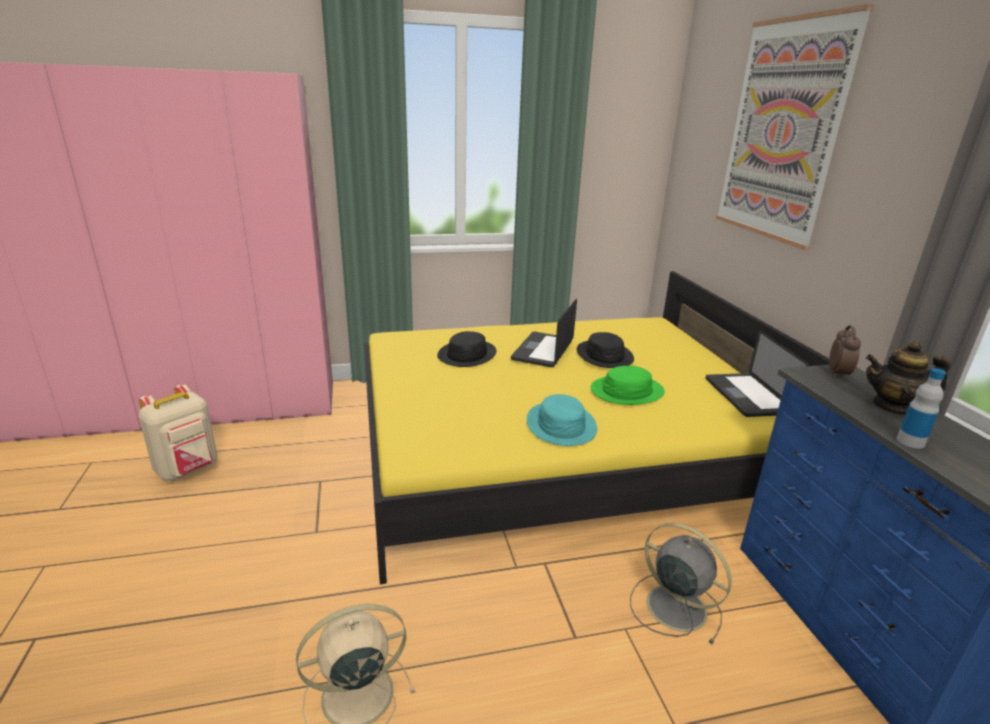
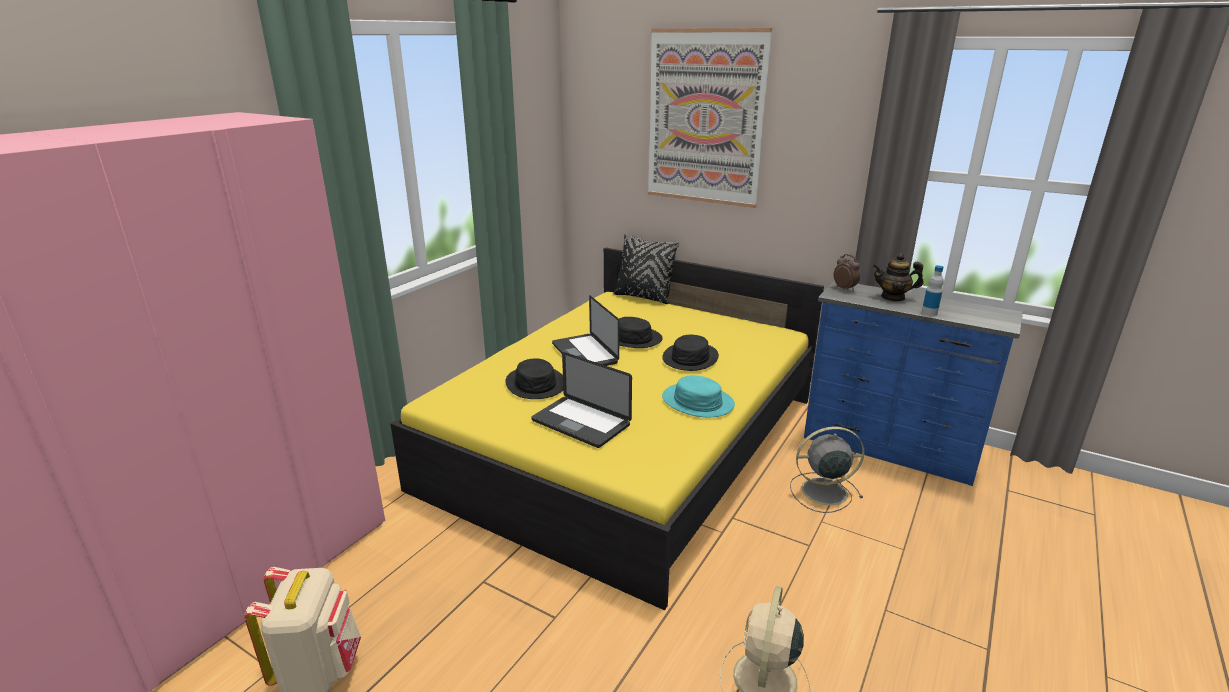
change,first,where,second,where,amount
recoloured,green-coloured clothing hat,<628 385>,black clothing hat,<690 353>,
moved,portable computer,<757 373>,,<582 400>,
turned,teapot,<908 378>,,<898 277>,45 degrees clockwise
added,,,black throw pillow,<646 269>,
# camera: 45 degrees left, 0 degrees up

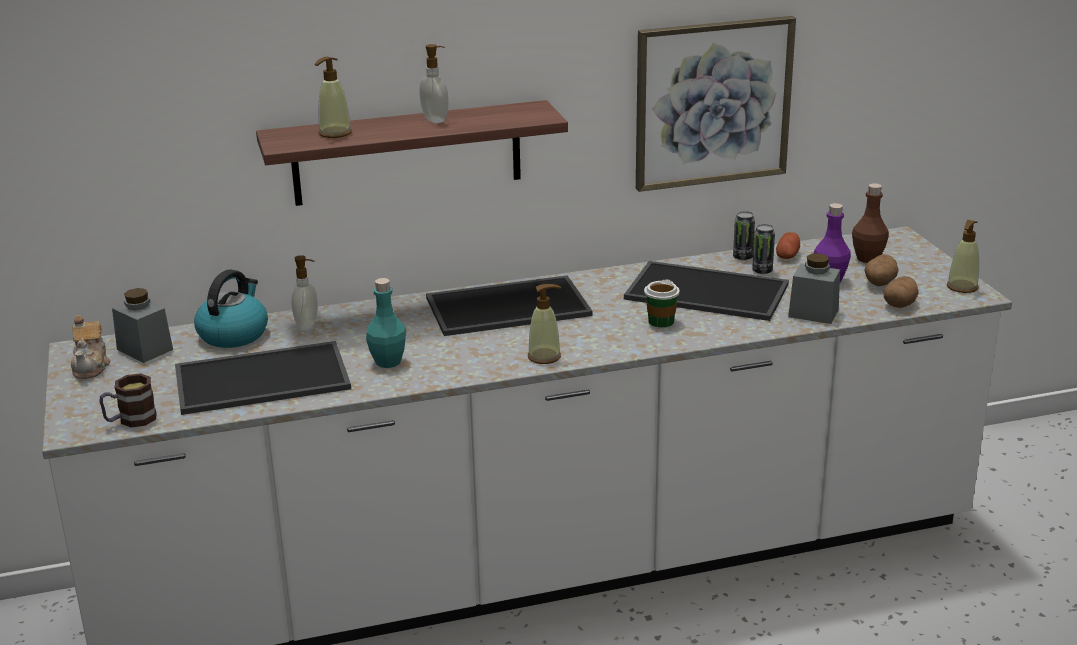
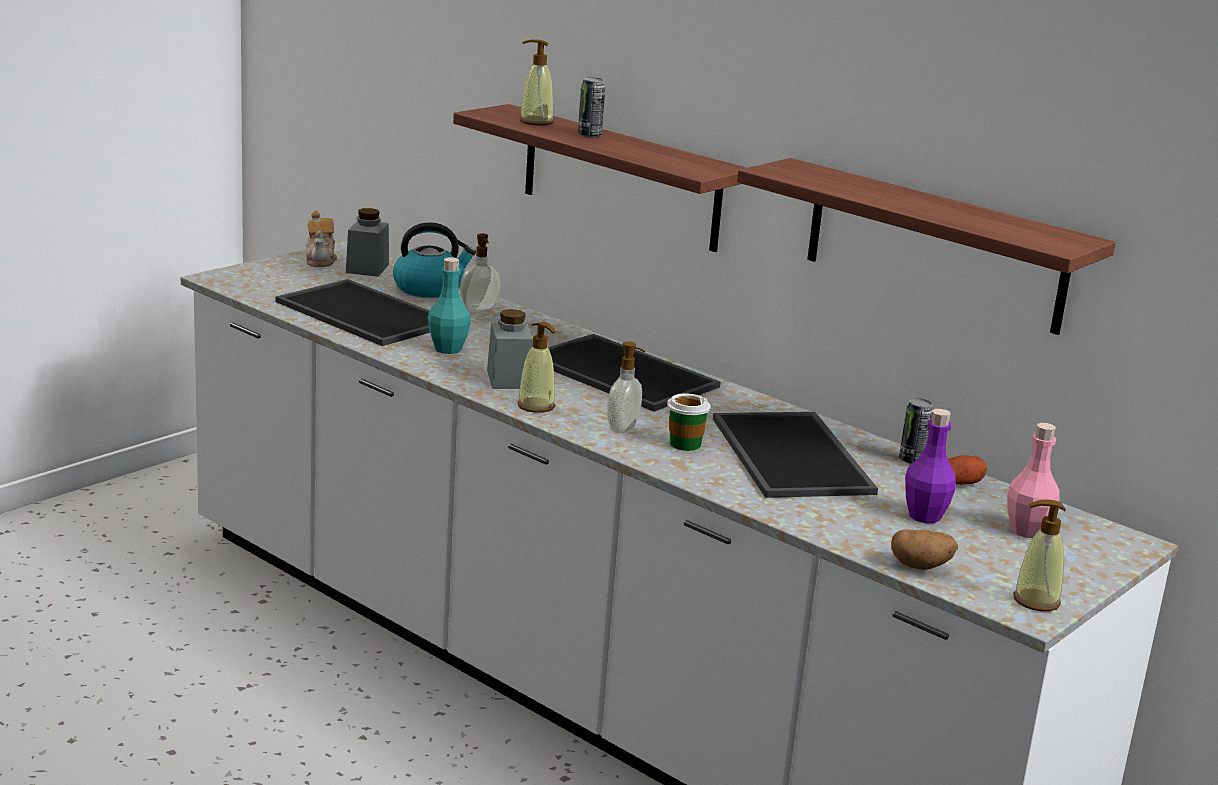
change,first,where,second,where,amount
turned,teapot,<90 347>,,<321 238>,60 degrees counterclockwise
removed,coffee mug,<128 400>,,,
moved,soap dispenser,<434 83>,,<626 387>,
replaced,picture,<716 104>,wall shelf,<926 246>,
moved,can,<763 249>,,<591 107>,
moved,grey preserve jar,<814 288>,,<510 349>,
recoloured,brown bottle,<870 223>,pink-coloured bottle,<1033 480>,
removed,whole potato,<881 270>,,,
# camera: 55 degrees right, 5 degrees down

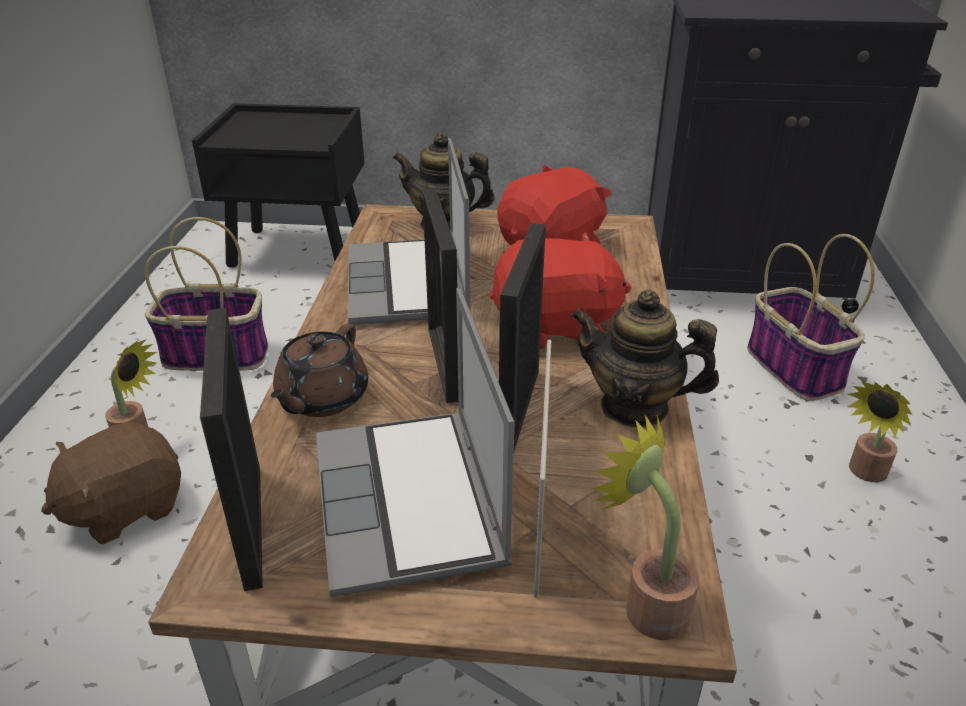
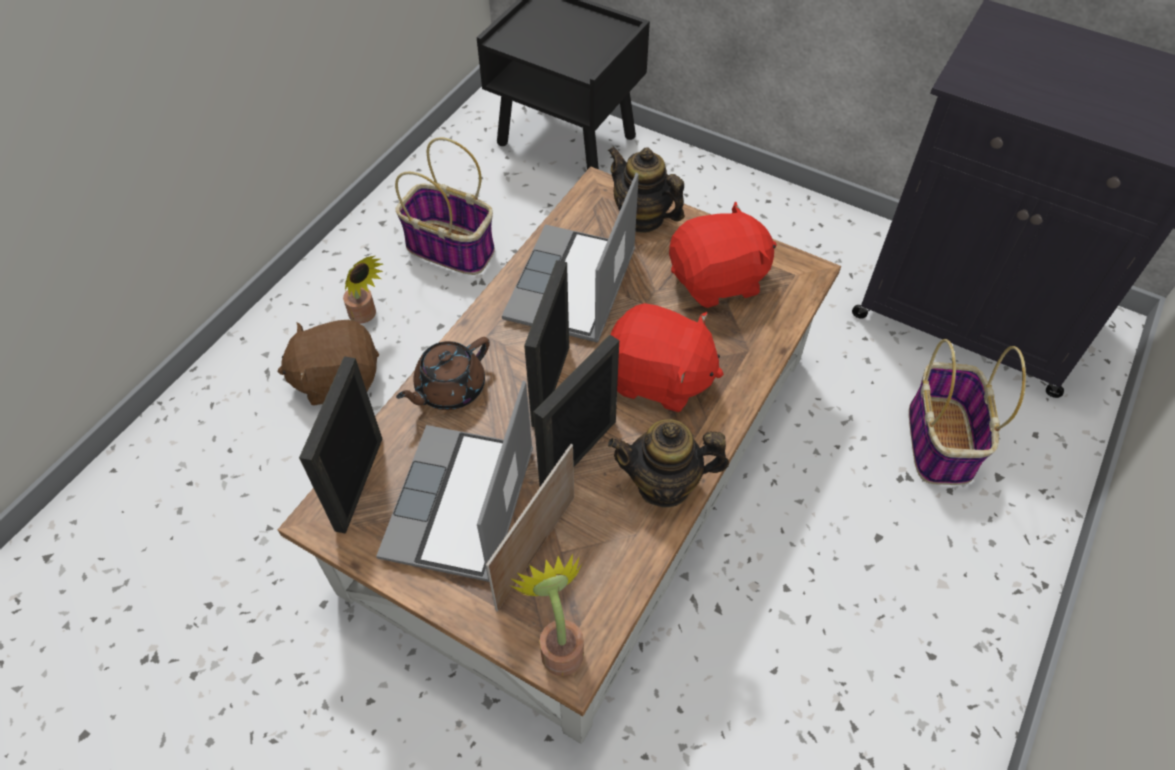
change,first,where,second,where,amount
turned,teapot,<645 359>,,<668 463>,45 degrees counterclockwise
removed,potted plant,<880 431>,,,
# camera: 25 degrees right, 20 degrees up

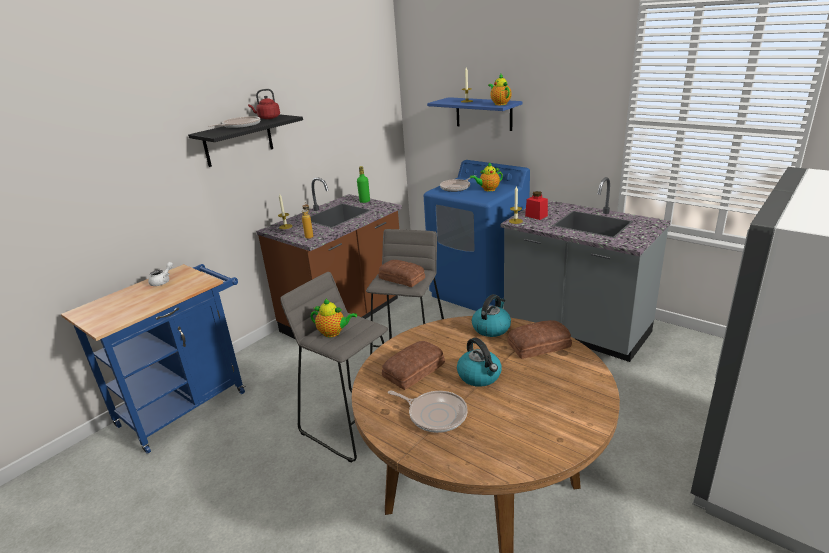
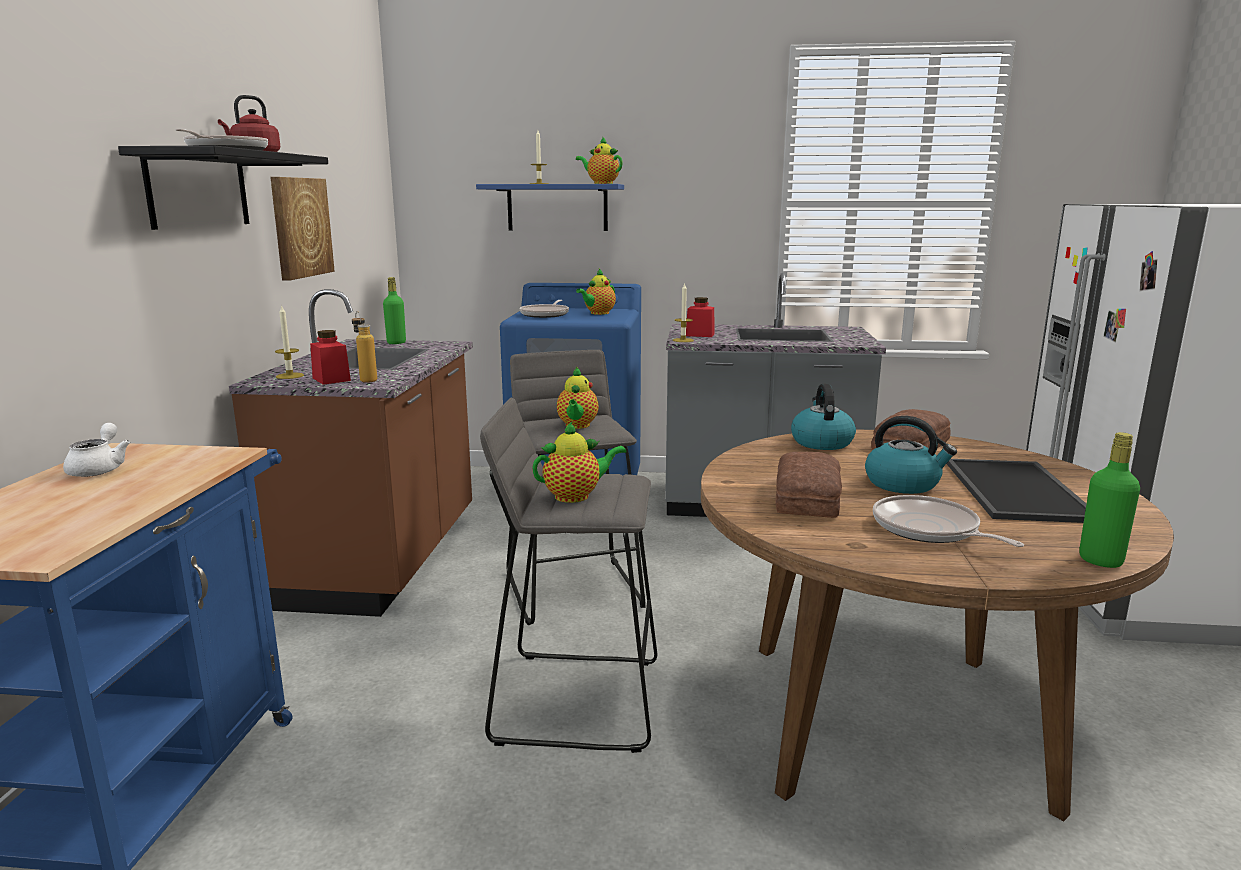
change,first,where,second,where,amount
replaced,bakery bread,<402 273>,teapot,<578 398>,
turned,frying pan,<428 411>,,<948 521>,120 degrees counterclockwise
added,,,picture,<302 229>,
added,,,red preserve jar,<330 357>,
added,,,carrying tray,<1017 491>,
added,,,green-coloured bottle,<1109 500>,
# camera: 35 degrees left, 10 degrees down

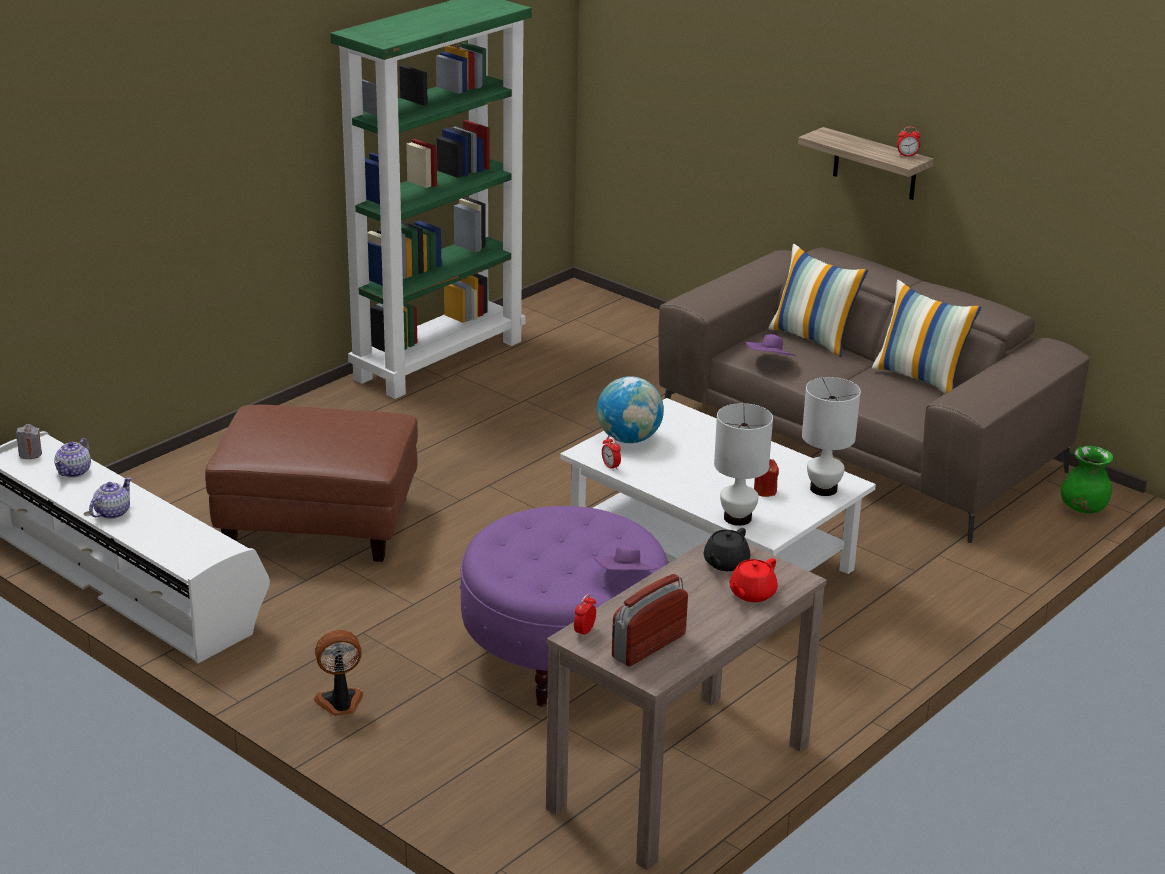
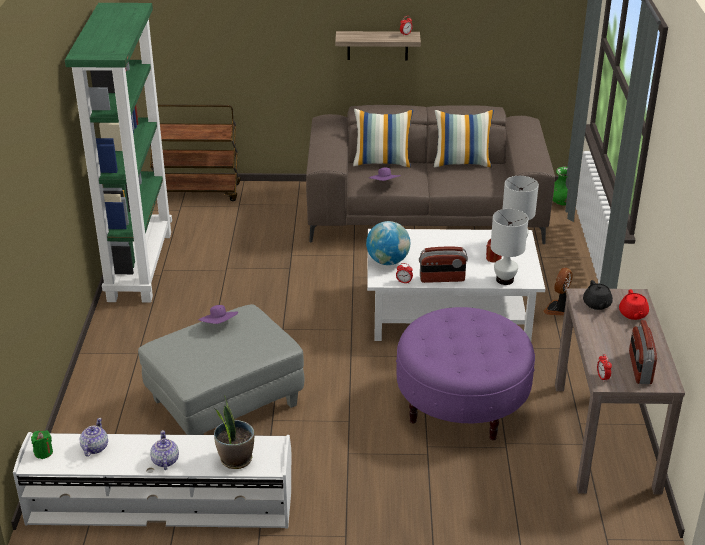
change,first,where,second,where,amount
recoloured,grey candle,<29 441>,green-coloured candle,<42 445>,
turned,teapot,<72 458>,,<94 437>,150 degrees counterclockwise
recoloured,brown ottoman,<311 483>,grey ottoman,<221 369>,
moved,fan,<338 673>,,<558 291>,
moved,purple-coloured clothing hat,<626 557>,,<218 314>,
added,,,brown trolley,<195 152>,
added,,,potted plant,<234 432>,
added,,,radio,<443 265>,
# camera: 40 degrees left, 5 degrees up

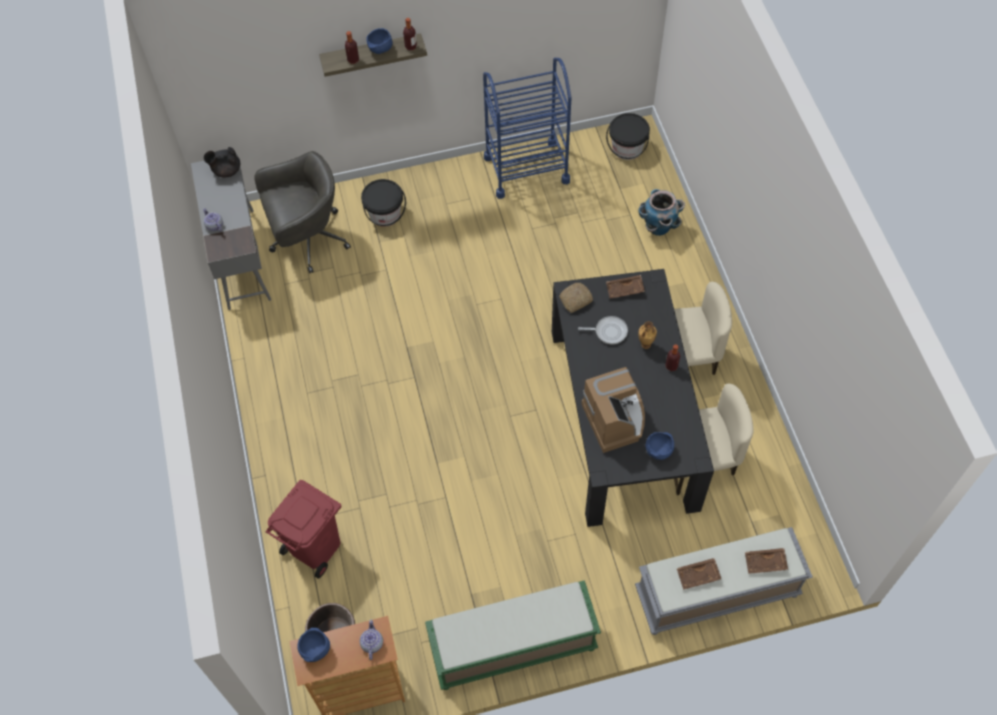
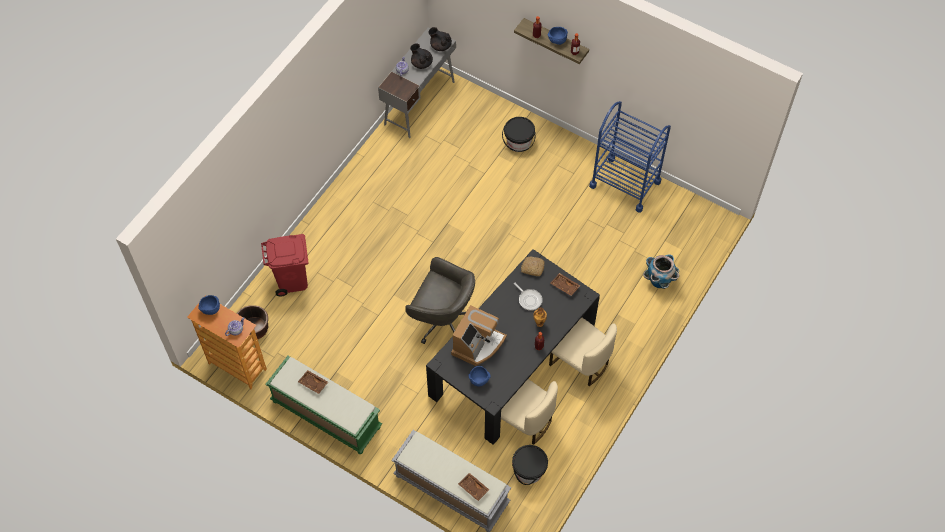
change,first,where,second,where,amount
moved,grey computer chair,<302 212>,,<440 300>,
moved,black bucket,<628 136>,,<530 465>,
moved,brown carrying tray,<699 574>,,<313 382>,
added,,,black teapot,<421 56>,
# camera: 45 degrees right, 0 degrees up

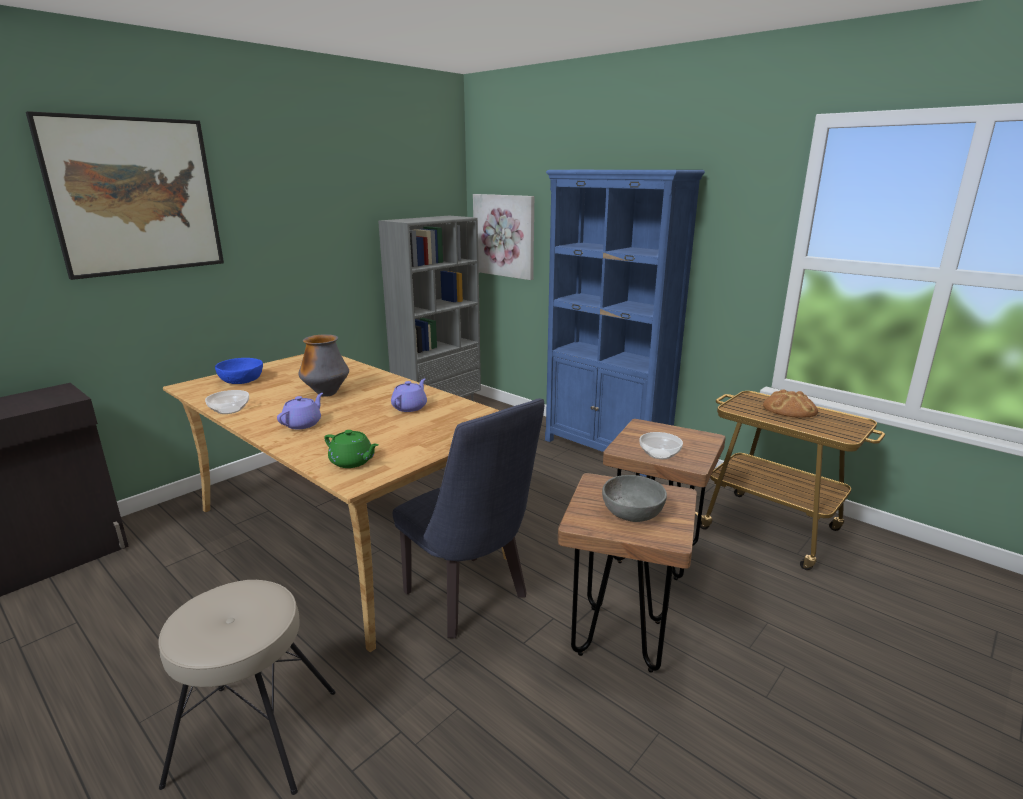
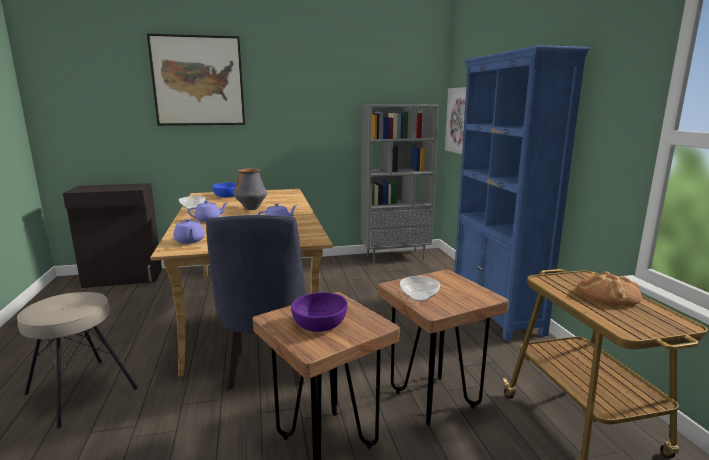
change,first,where,second,where,amount
recoloured,green-coloured teapot,<351 449>,purple-coloured teapot,<189 231>,
recoloured,grey bowl,<634 498>,purple-coloured bowl,<319 312>,
# camera: 35 degrees right, 5 degrees down

